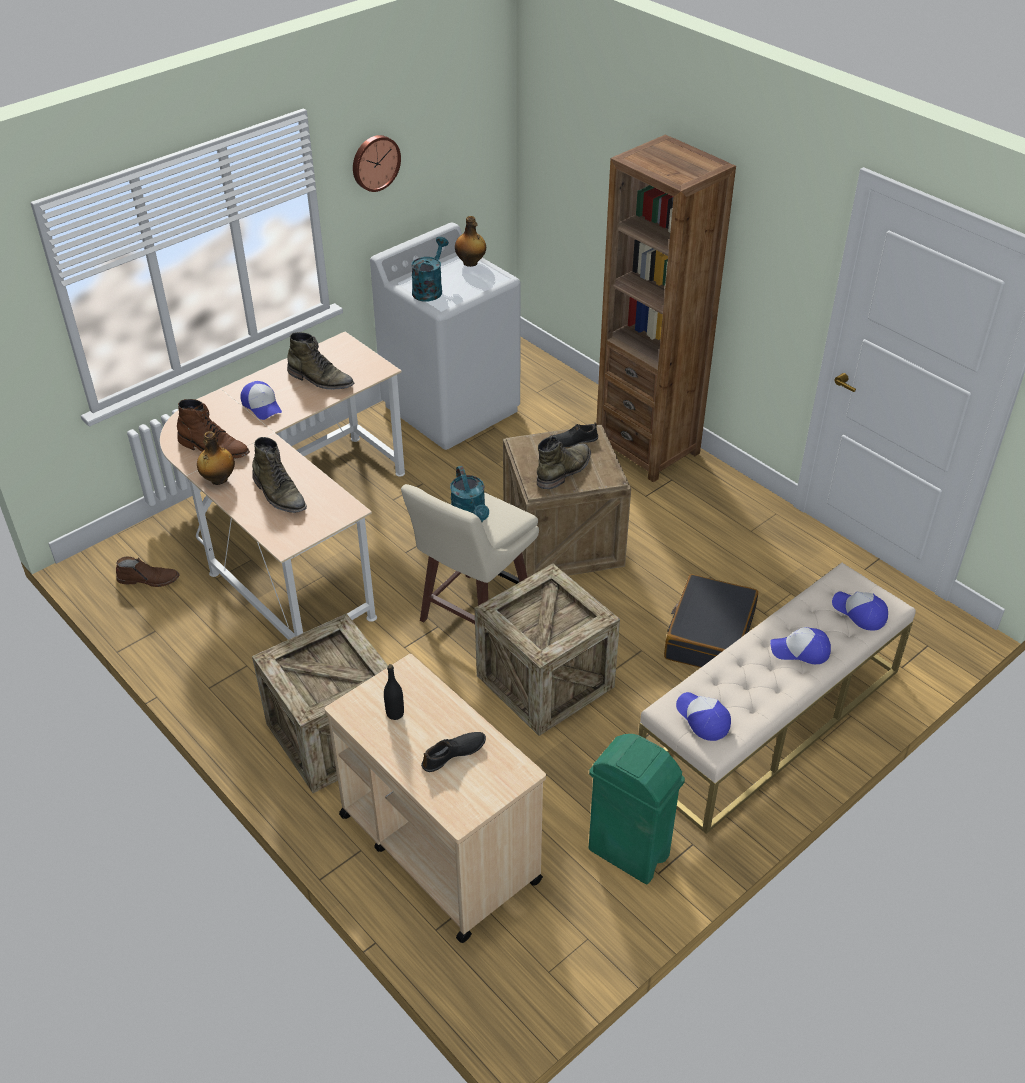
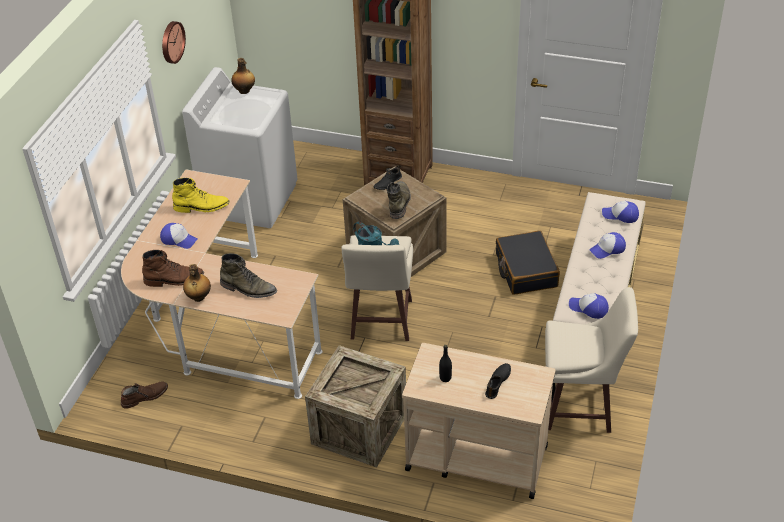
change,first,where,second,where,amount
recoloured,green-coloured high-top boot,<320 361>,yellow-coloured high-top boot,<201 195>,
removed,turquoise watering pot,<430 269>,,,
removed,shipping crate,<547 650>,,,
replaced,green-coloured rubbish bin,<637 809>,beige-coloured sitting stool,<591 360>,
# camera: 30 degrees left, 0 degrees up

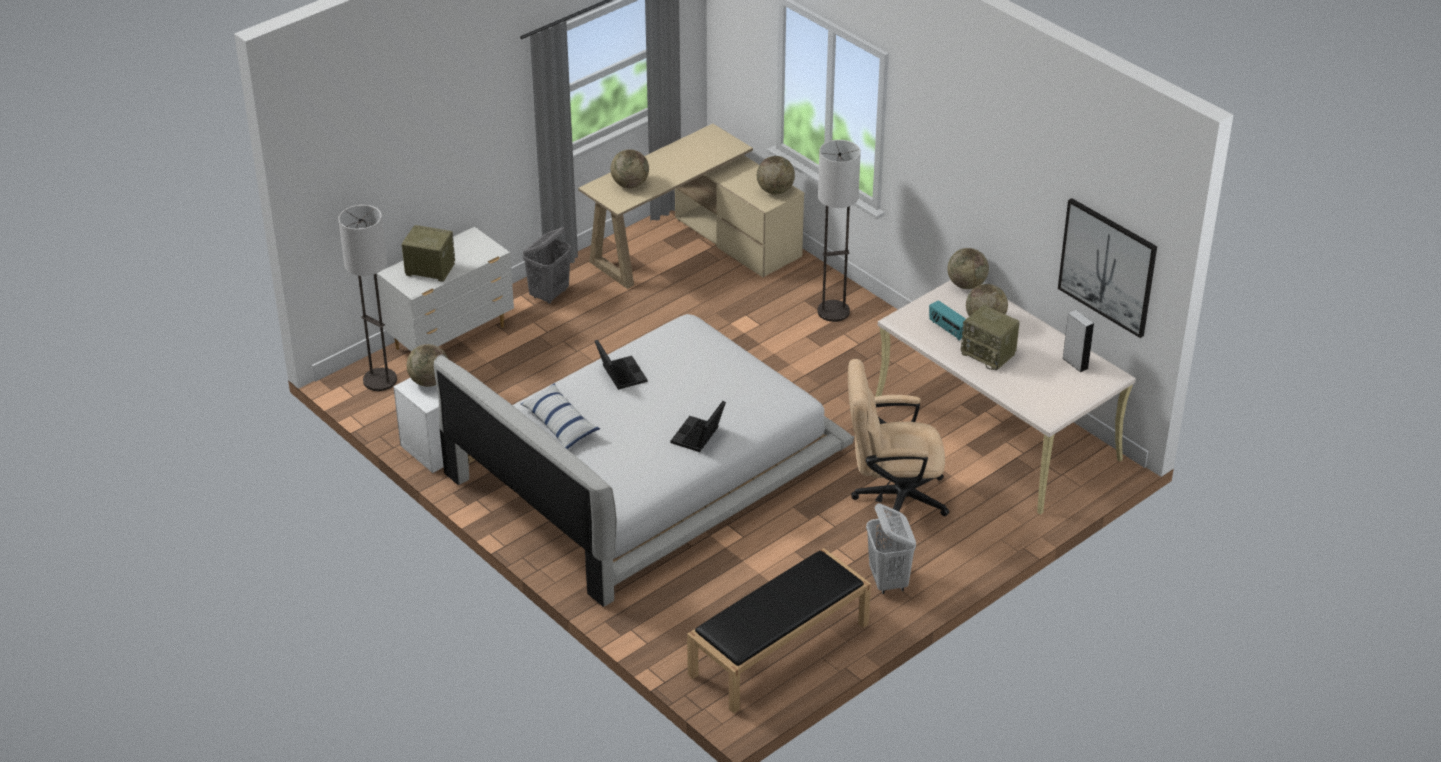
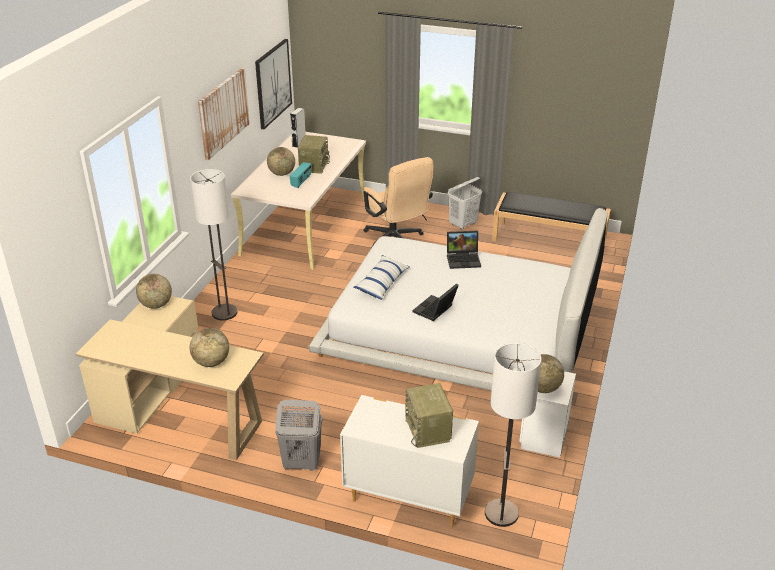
change,first,where,second,where,amount
moved,throw pillow,<560 416>,,<381 277>,
removed,desk globe,<968 268>,,,
added,,,picture,<224 114>,
# camera: 120 degrees left, 5 degrees down

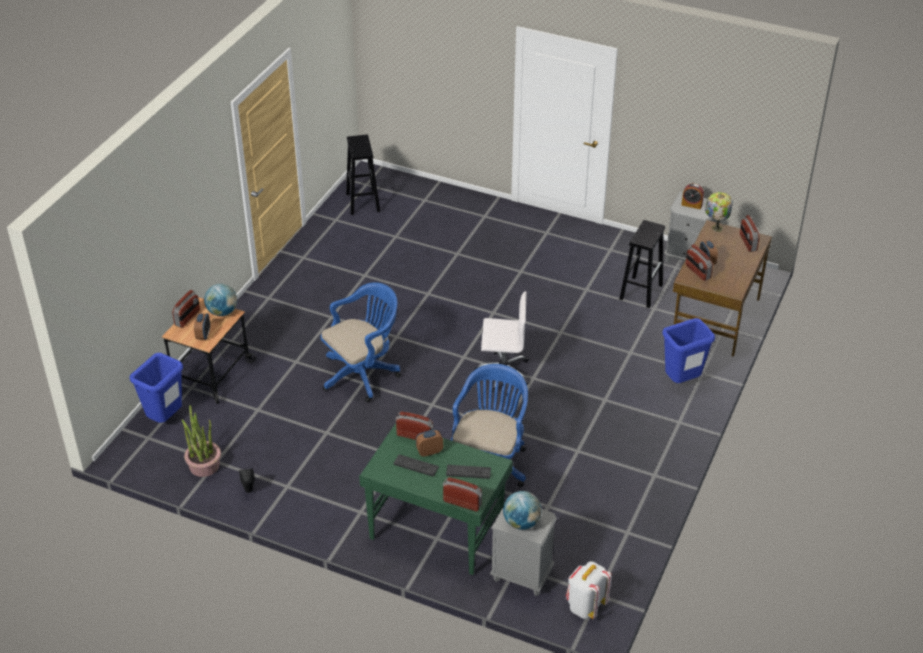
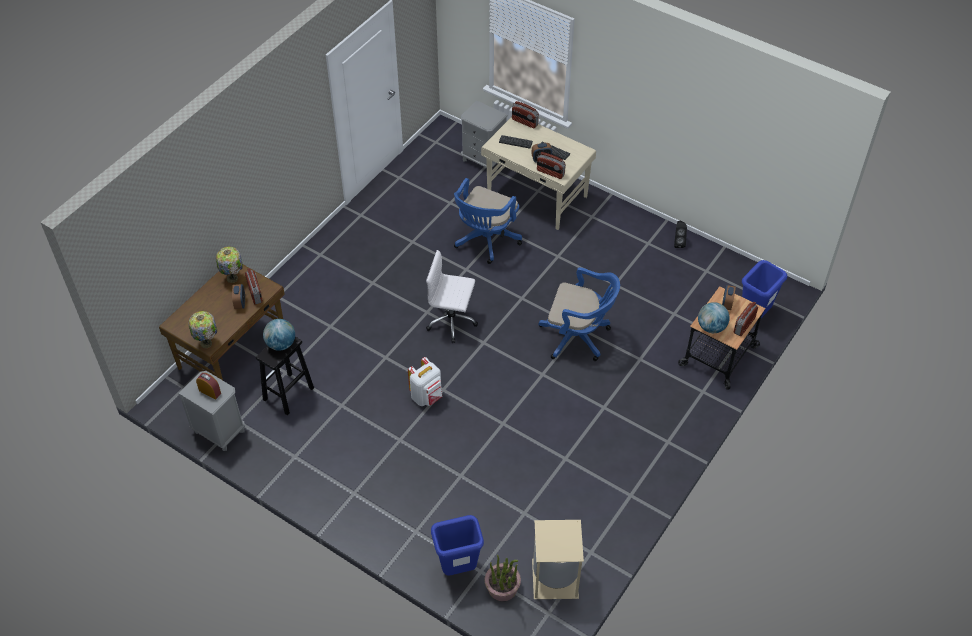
change,first,where,second,where,amount
moved,potted plant,<201 441>,,<503 578>,
turned,blue computer chair,<360 342>,,<579 314>,135 degrees counterclockwise
replaced,black sitting stool,<363 175>,beige-coloured rubbish bin,<558 559>,
recoloured,green-coloured desk table,<436 499>,beige-coloured desk table,<538 173>,
moved,desk globe,<522 510>,,<279 335>,
moved,white-coloured rucksack,<589 590>,,<425 381>,
moved,blue rubbish bin,<688 350>,,<457 545>,
removed,radio,<750 233>,,,
added,,,table lamp,<229 265>,
# camera: 170 degrees left, 10 degrees up

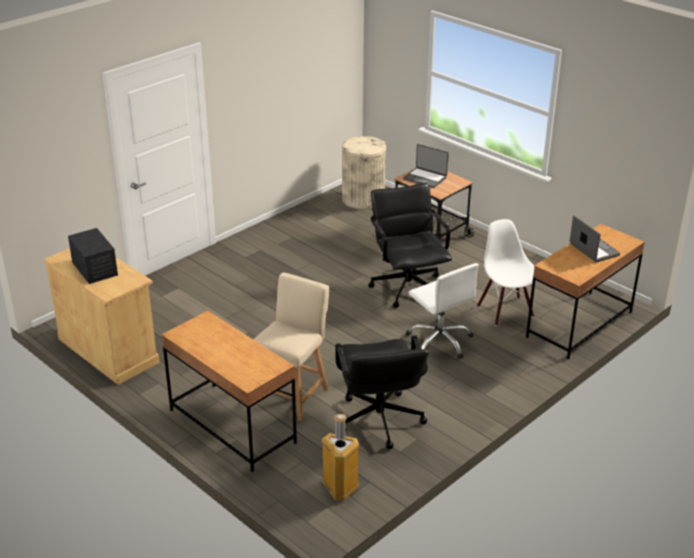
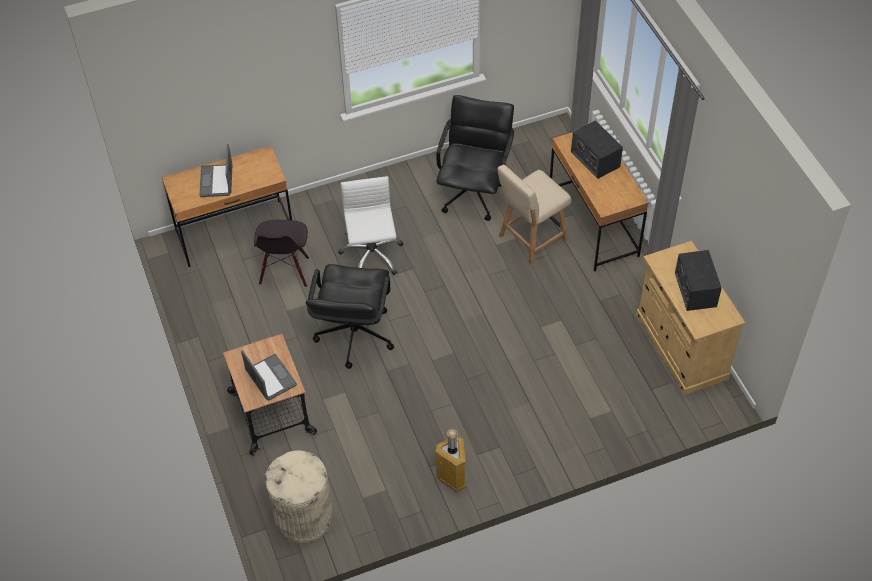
change,first,where,second,where,amount
moved,rubbish bin,<340 457>,,<451 460>,
recoloured,white-coloured plain chair,<507 272>,black plain chair,<281 253>,
added,,,radio,<597 149>,
# camera: 155 degrees left, 20 degrees up

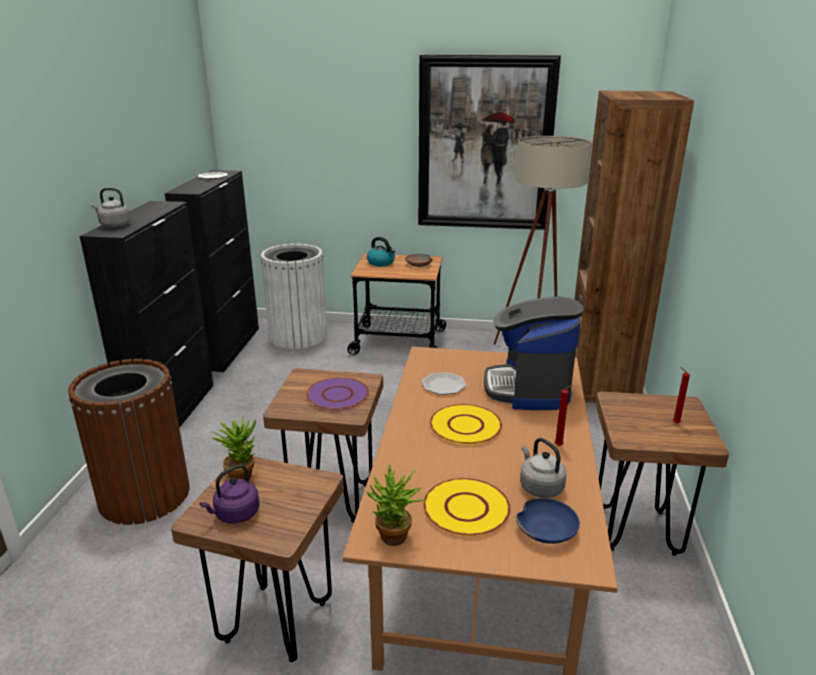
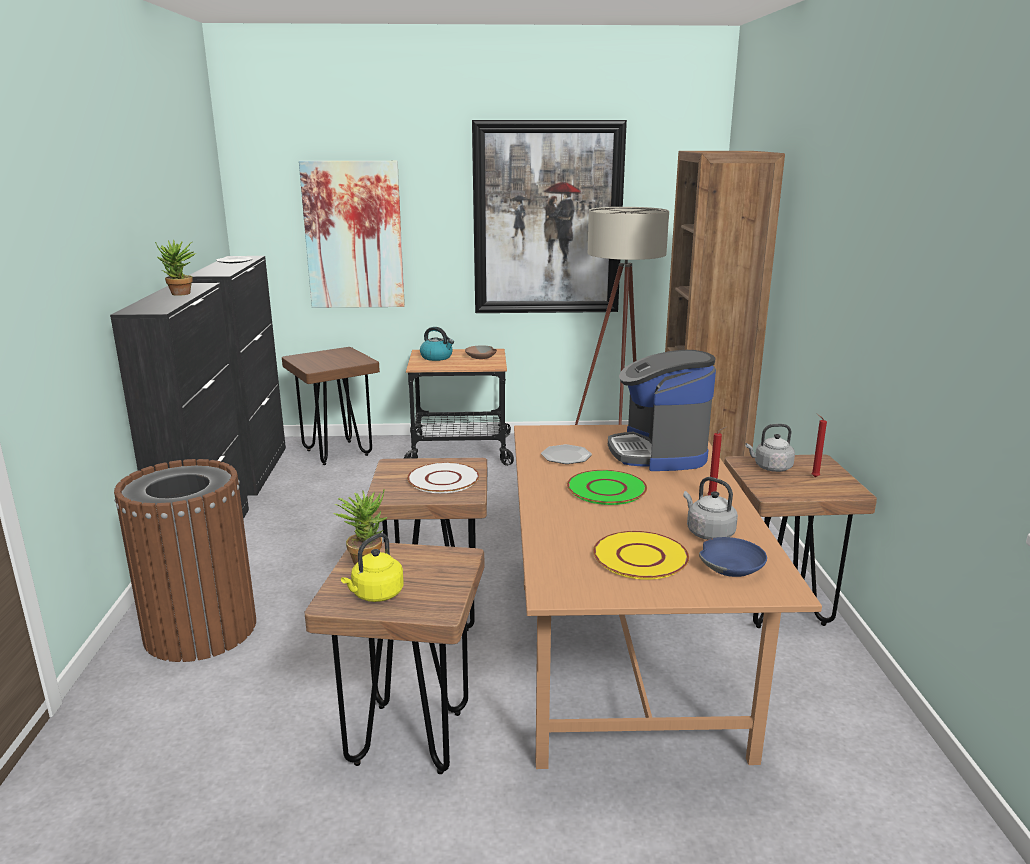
change,first,where,second,where,amount
moved,grey tea kettle,<111 207>,,<770 448>,
recoloured,purple-coloured tea kettle,<229 493>,yellow-coloured tea kettle,<372 567>,
replaced,white-coloured rubbish bin,<294 296>,brown sitting stool,<331 406>,
recoloured,purple-coloured dinner plate,<337 393>,white-coloured dinner plate,<443 477>,
moved,potted plant,<394 504>,,<175 268>,
recoloured,yellow-coloured dinner plate,<466 424>,green-coloured dinner plate,<607 487>,
added,,,picture,<352 234>,
# camera: 10 degrees left, 5 degrees down

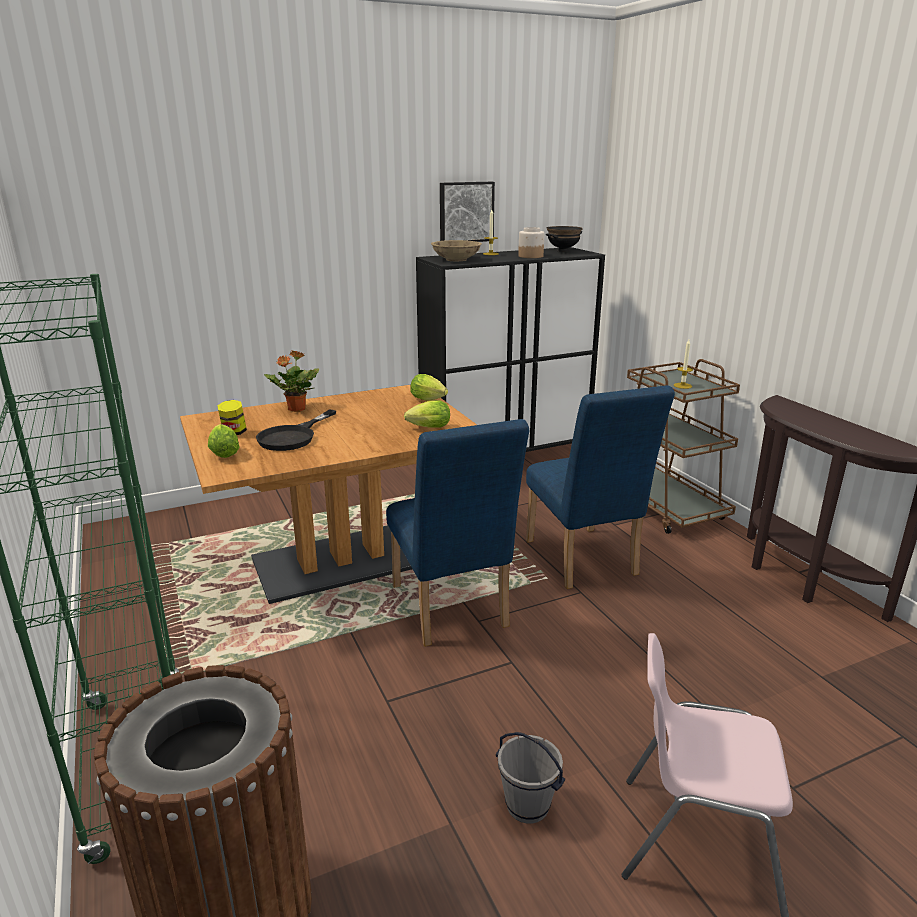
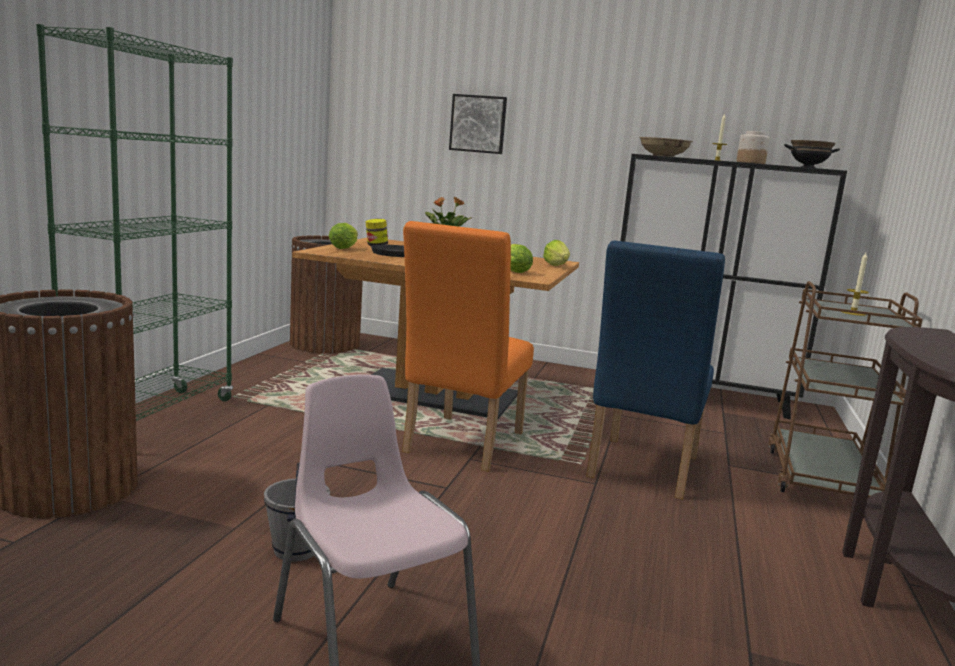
change,first,where,second,where,amount
recoloured,blue plain chair,<458 533>,orange plain chair,<468 346>,
moved,picture,<467 212>,,<478 124>,
added,,,brown rubbish bin,<326 294>,
# camera: 40 degrees right, 10 degrees down

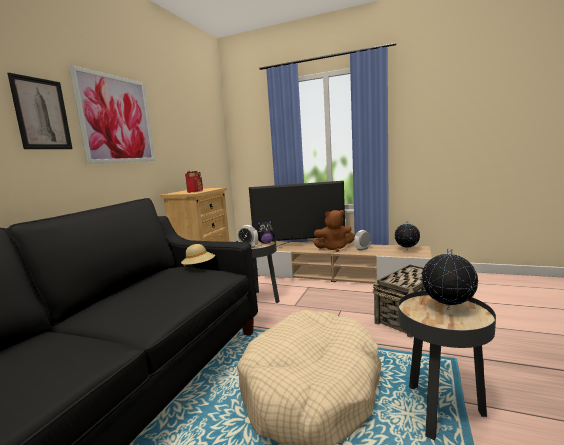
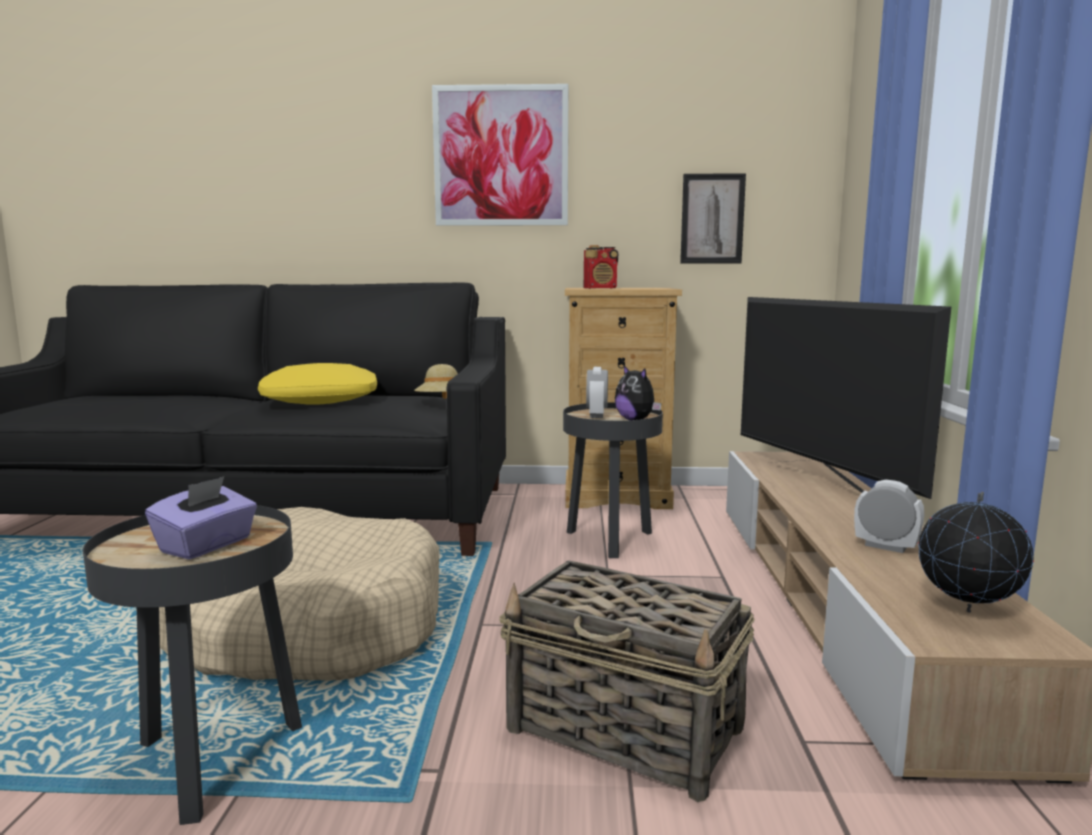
change,first,where,second,where,amount
moved,picture,<40 111>,,<713 218>,
removed,brown soft toy,<334 231>,,,
replaced,desk globe,<450 279>,purple-coloured tissue box,<201 518>,
added,,,yellow-coloured throw pillow,<317 383>,
# camera: 70 degrees right, 0 degrees up

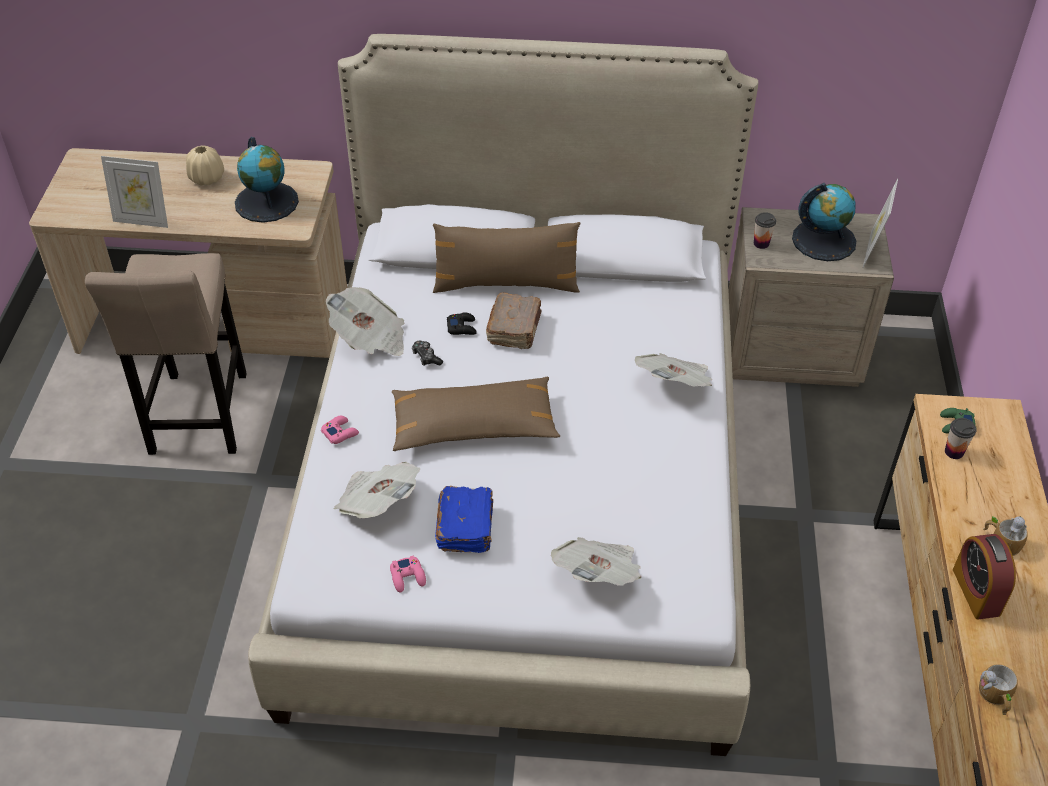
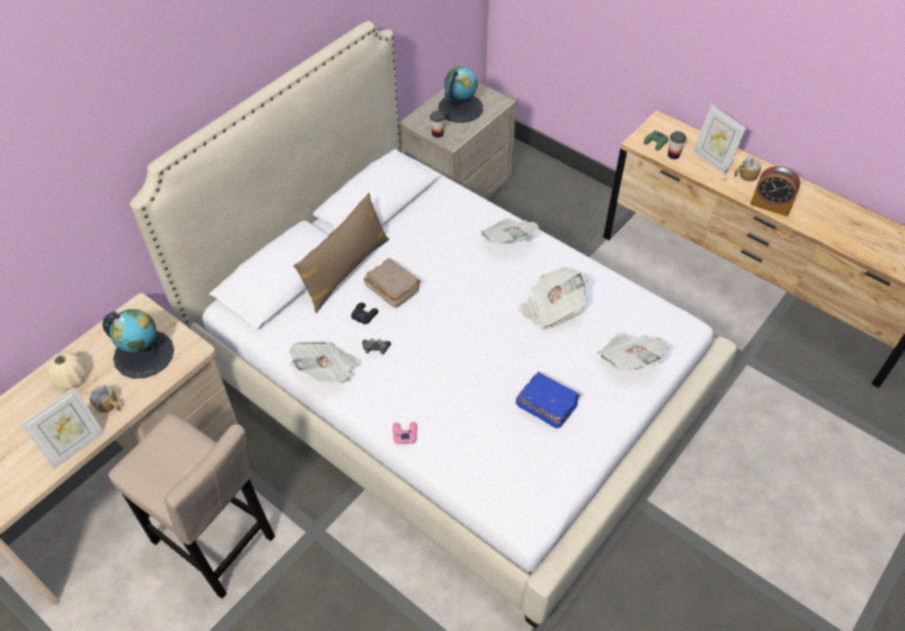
change,first,where,second,where,amount
moved,daily paper,<377 490>,,<553 298>,
removed,pink-coloured joypad,<408 574>,,,
removed,brown throw pillow,<476 414>,,,
moved,standing frame,<880 223>,,<719 139>,
moved,coffee mug,<998 689>,,<105 399>,
# camera: 55 degrees left, 5 degrees up

